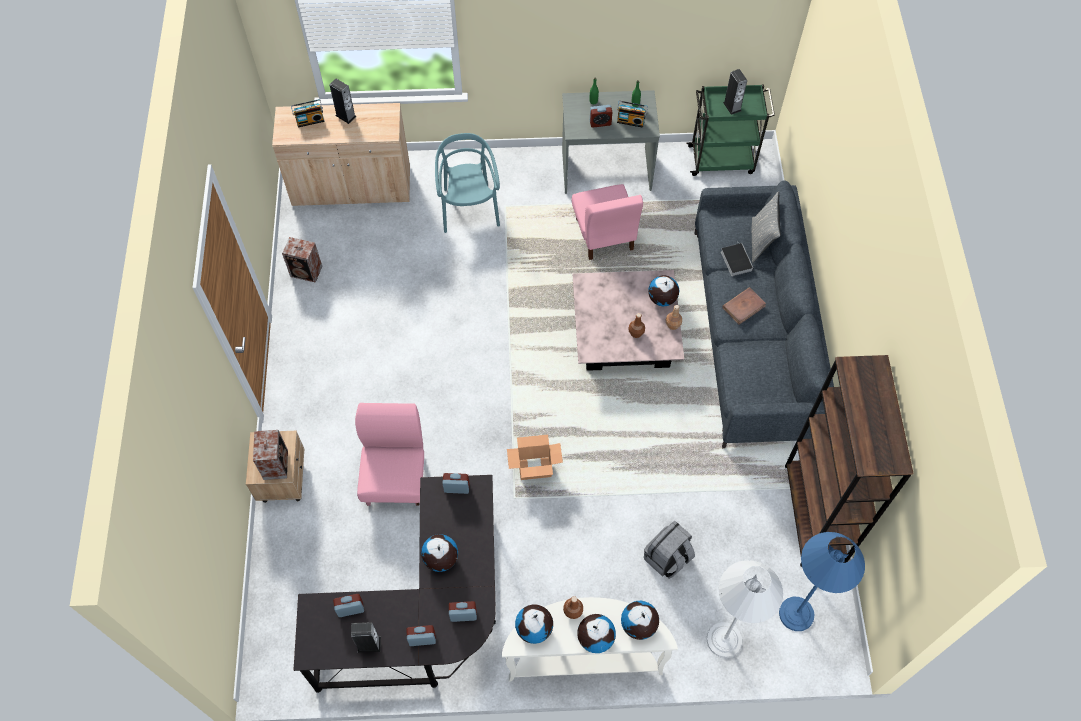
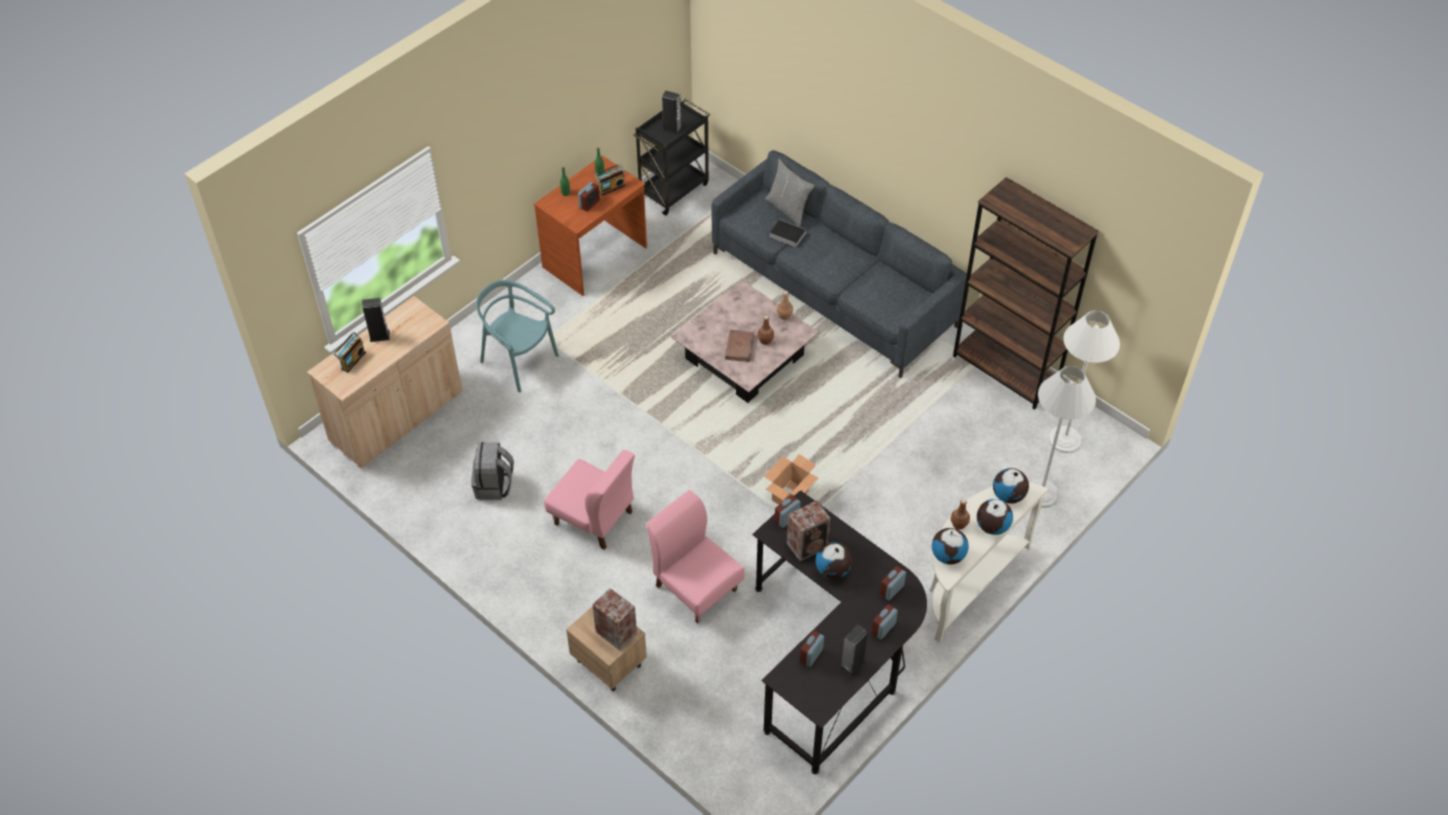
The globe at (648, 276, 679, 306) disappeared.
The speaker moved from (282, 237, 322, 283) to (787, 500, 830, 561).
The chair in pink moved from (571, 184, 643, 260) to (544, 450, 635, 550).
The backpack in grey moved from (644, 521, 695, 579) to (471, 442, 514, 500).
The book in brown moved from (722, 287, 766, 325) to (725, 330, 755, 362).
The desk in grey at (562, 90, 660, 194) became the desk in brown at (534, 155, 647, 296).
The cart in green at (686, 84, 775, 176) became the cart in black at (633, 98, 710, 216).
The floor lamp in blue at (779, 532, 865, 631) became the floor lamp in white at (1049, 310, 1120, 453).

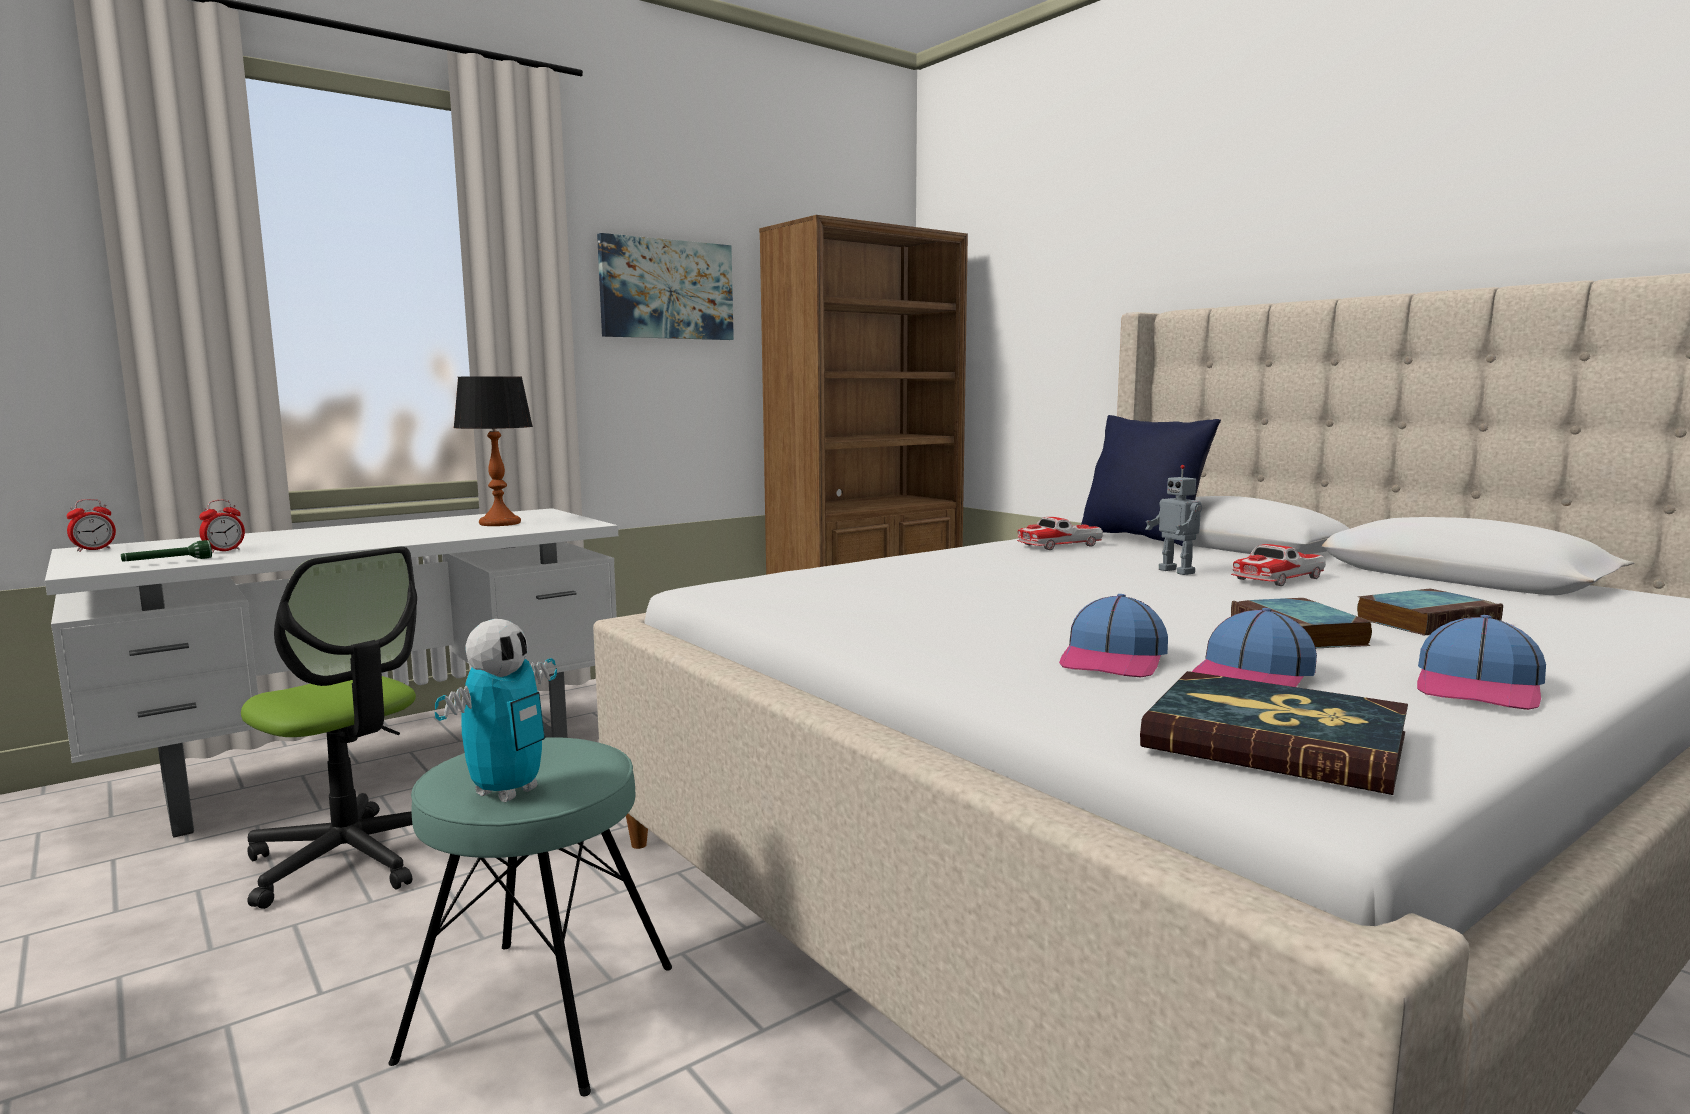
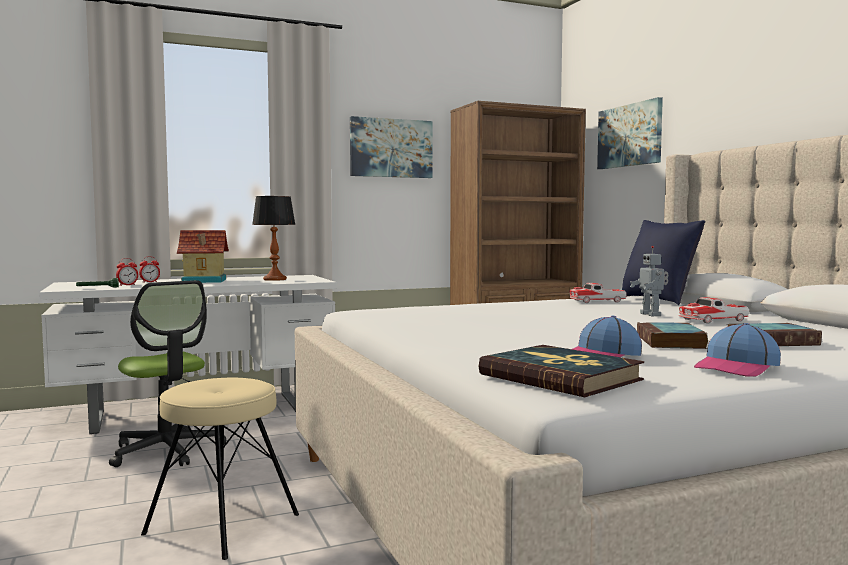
The toy robot at (435, 619, 557, 802) disappeared.
The cap at (1059, 594, 1168, 677) disappeared.
The toy house at (177, 230, 229, 283) appeared.
The picture at (597, 97, 663, 169) appeared.
The alarm clock moved from (66, 499, 116, 552) to (139, 256, 160, 283).
The stool in turquoise at (388, 737, 672, 1096) became the stool in beige at (141, 378, 299, 560).

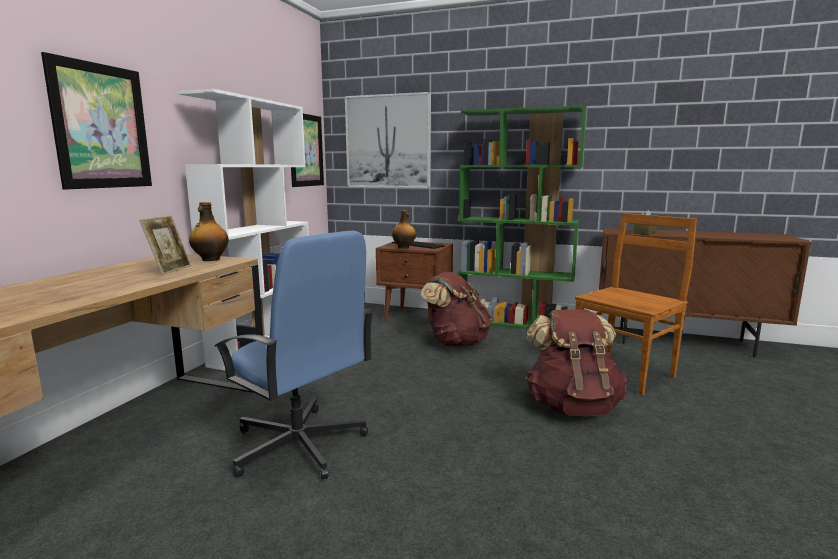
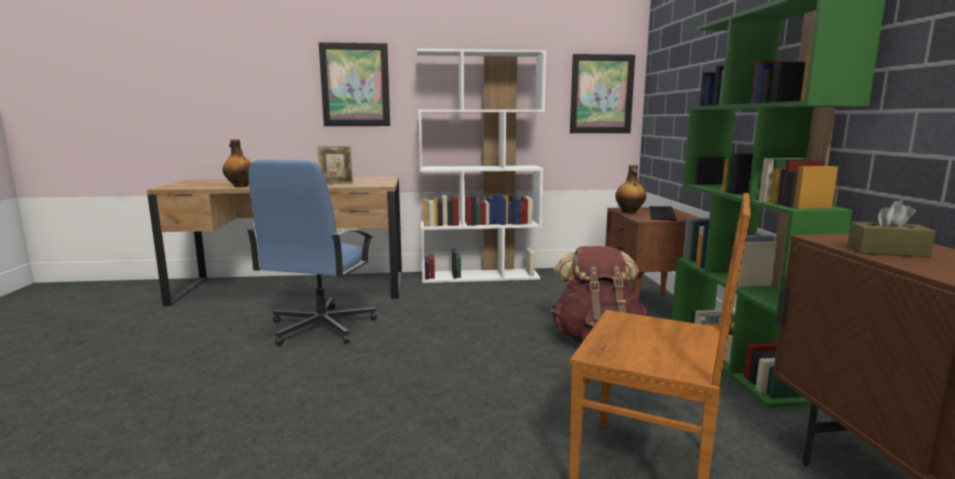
The picture at (345, 92, 431, 188) disappeared.
The backpack in brown at (525, 309, 627, 416) disappeared.
The bottle moved from (189, 202, 229, 261) to (223, 139, 252, 187).

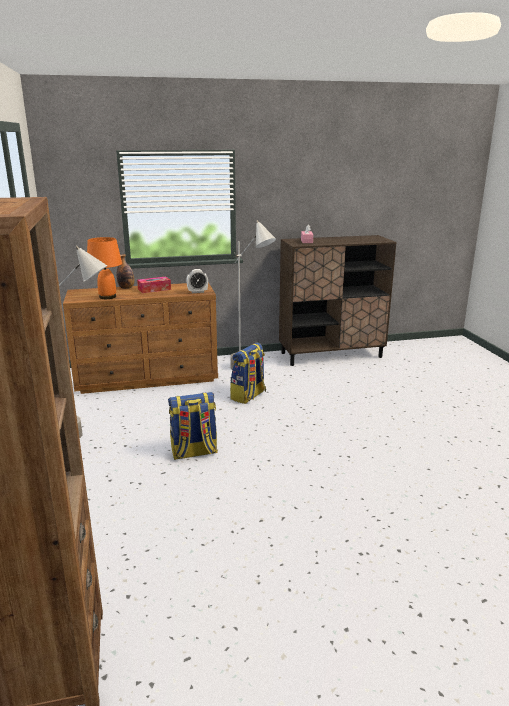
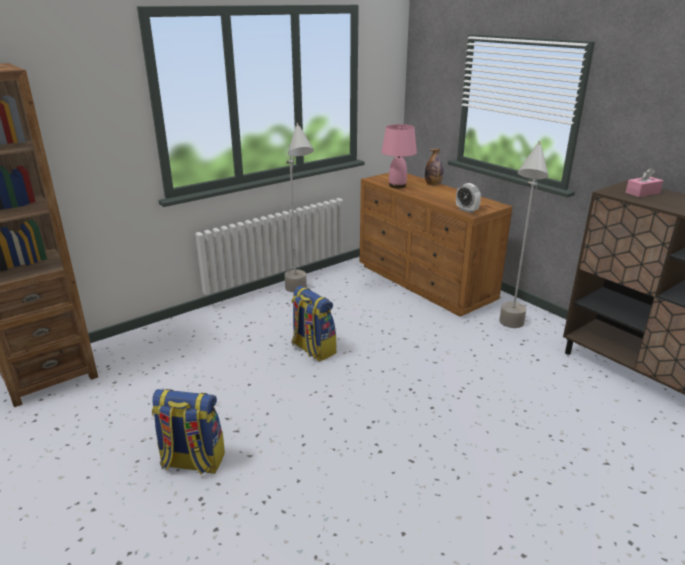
The tissue box at (137, 277, 171, 293) disappeared.
The backpack moved from (230, 342, 266, 404) to (152, 389, 225, 475).
The table lamp in orange at (87, 237, 122, 299) became the table lamp in pink at (381, 124, 417, 188).

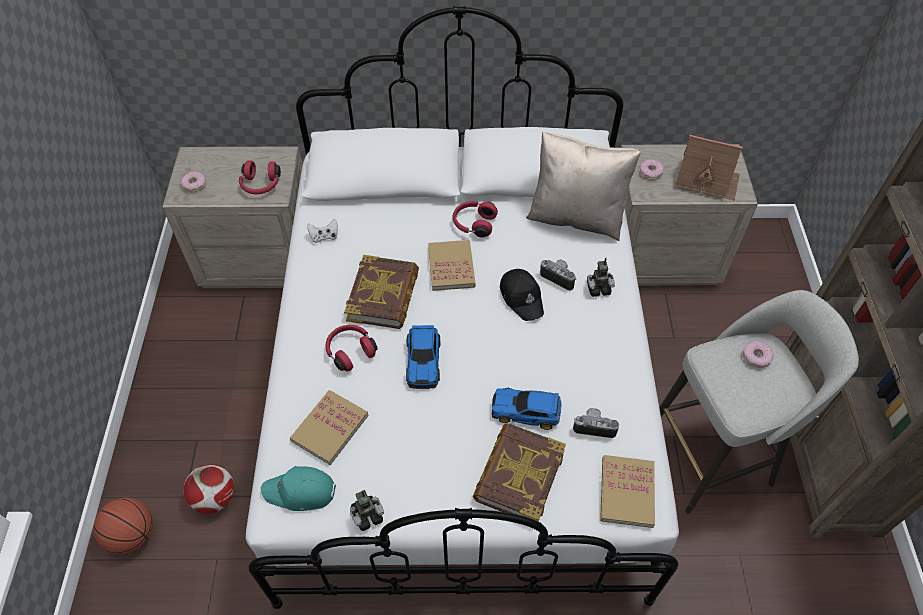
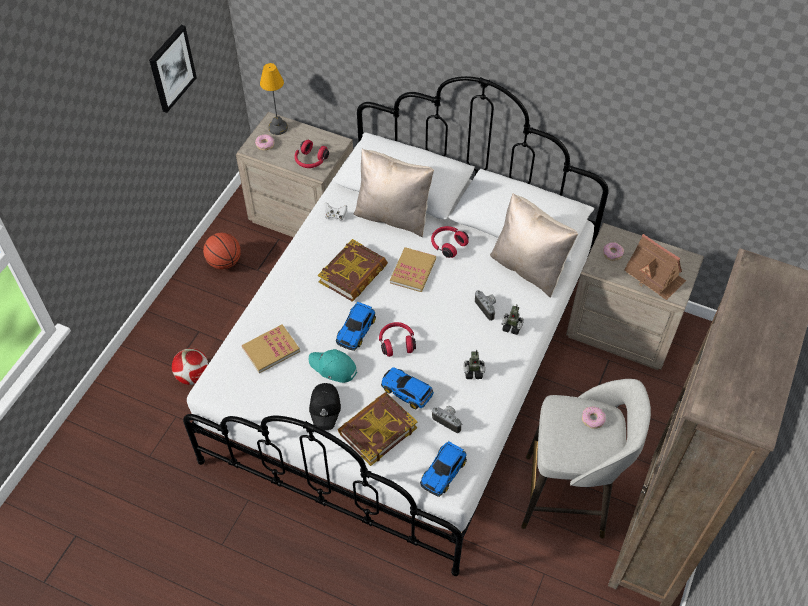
The picture at (149, 25, 197, 113) appeared.
The table lamp at (260, 63, 288, 135) appeared.
The pillow in beige at (354, 149, 434, 237) appeared.
The basketball moved from (93, 498, 153, 554) to (203, 233, 241, 269).
The cap in turquoise moved from (261, 466, 336, 511) to (308, 349, 357, 383).
The headphones in red moved from (325, 325, 378, 372) to (379, 322, 416, 357).
The toy robot moved from (350, 490, 384, 531) to (463, 350, 485, 379).
The cap in black moved from (500, 269, 544, 321) to (309, 383, 341, 430).
The book at (600, 455, 655, 528) was replaced by the toy car at (420, 441, 467, 497).

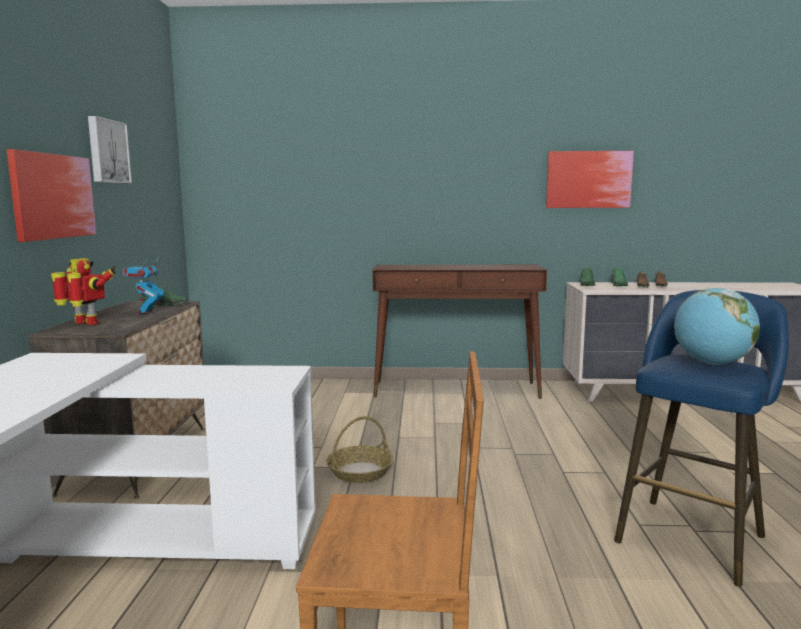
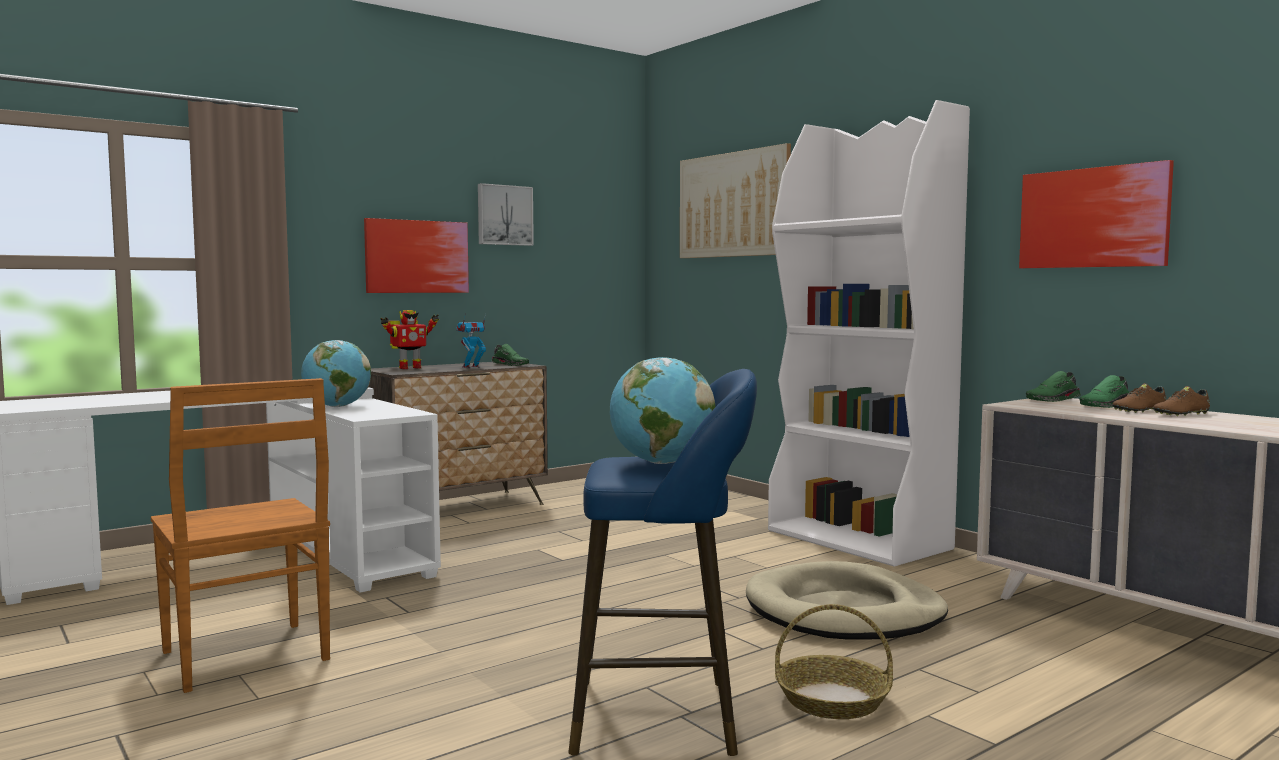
The globe at (301, 340, 371, 407) appeared.
The picture at (680, 143, 791, 258) appeared.
The dog bed in beige at (746, 561, 948, 640) appeared.
The basket moved from (326, 416, 393, 483) to (775, 604, 893, 719).
The console table in brown at (372, 265, 547, 399) was replaced by the bookcase in white at (768, 100, 970, 567).
The toy robot at (51, 258, 116, 325) turned 75 degrees clockwise.

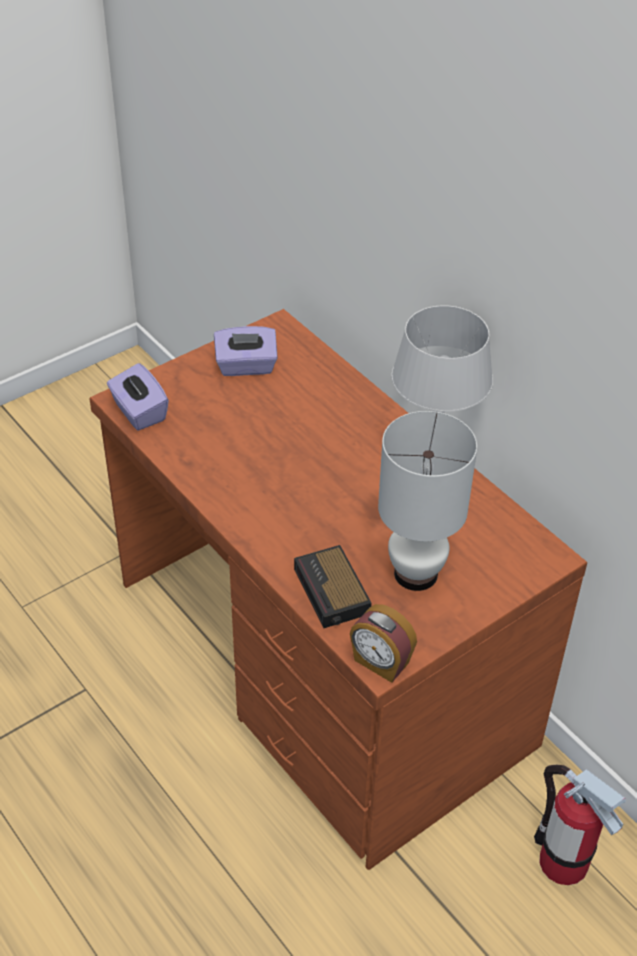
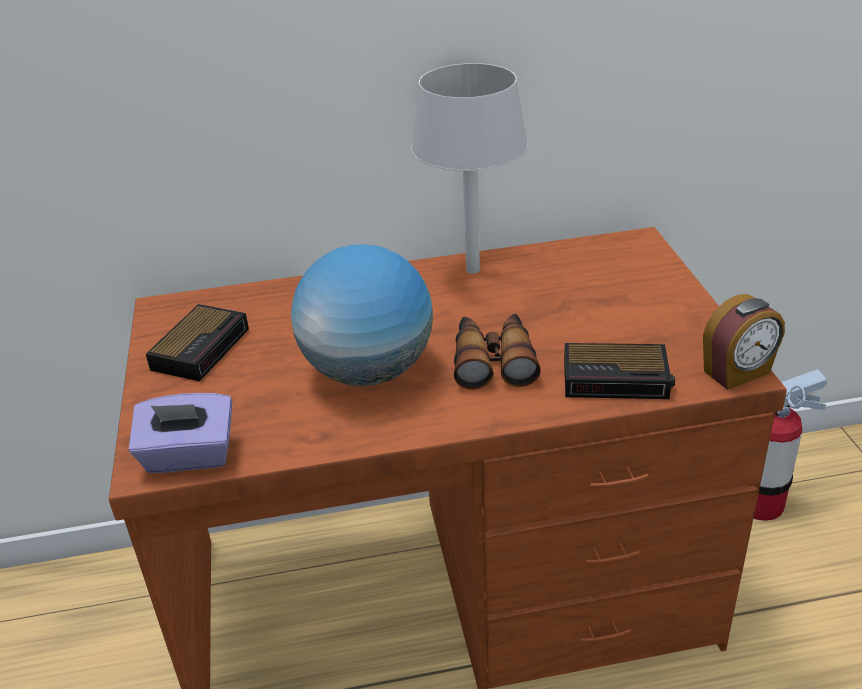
The table lamp in white at (378, 411, 477, 591) disappeared.
The globe at (291, 244, 433, 386) appeared.
The binoculars at (454, 314, 541, 390) appeared.
The tissue box in purple at (214, 326, 278, 376) was replaced by the alarm clock at (146, 304, 249, 381).

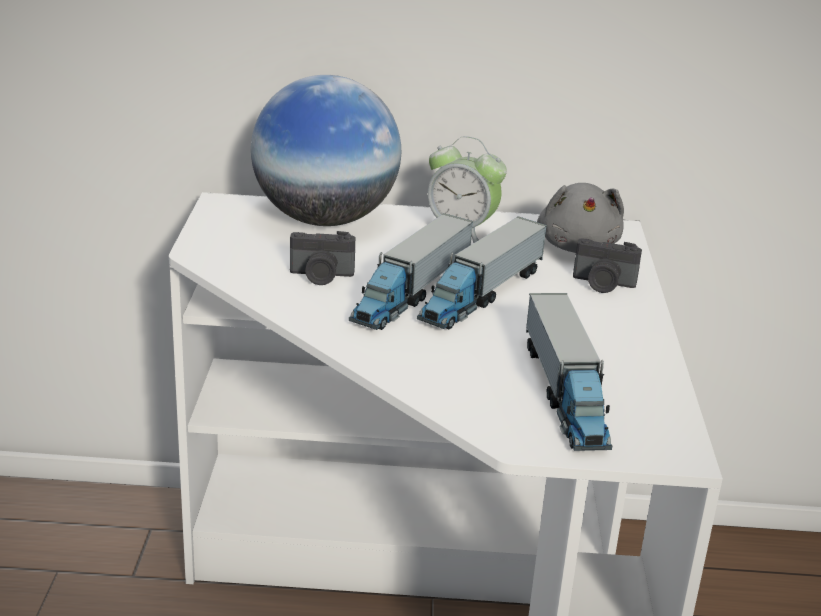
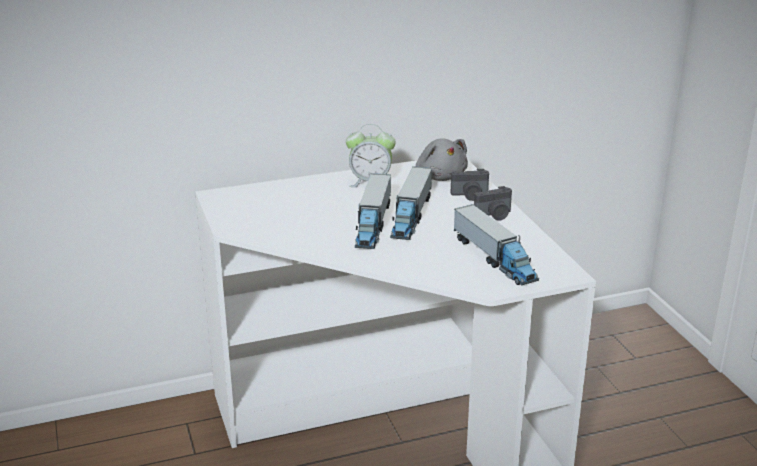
The globe at (251, 75, 401, 226) disappeared.
The photo camera moved from (290, 231, 355, 285) to (474, 186, 512, 221).

